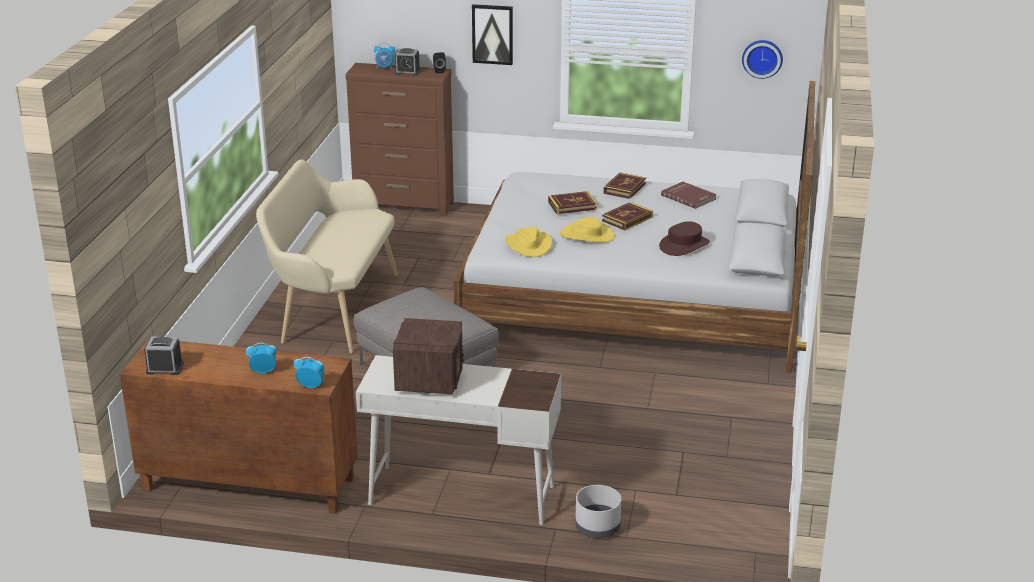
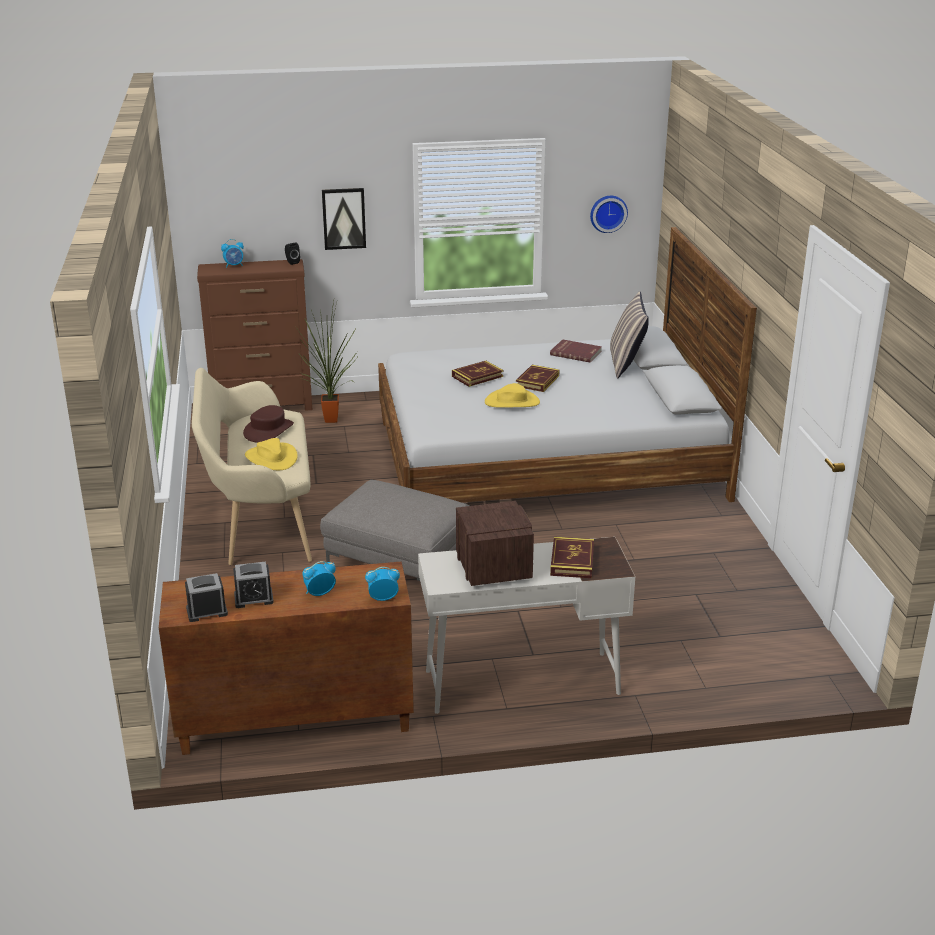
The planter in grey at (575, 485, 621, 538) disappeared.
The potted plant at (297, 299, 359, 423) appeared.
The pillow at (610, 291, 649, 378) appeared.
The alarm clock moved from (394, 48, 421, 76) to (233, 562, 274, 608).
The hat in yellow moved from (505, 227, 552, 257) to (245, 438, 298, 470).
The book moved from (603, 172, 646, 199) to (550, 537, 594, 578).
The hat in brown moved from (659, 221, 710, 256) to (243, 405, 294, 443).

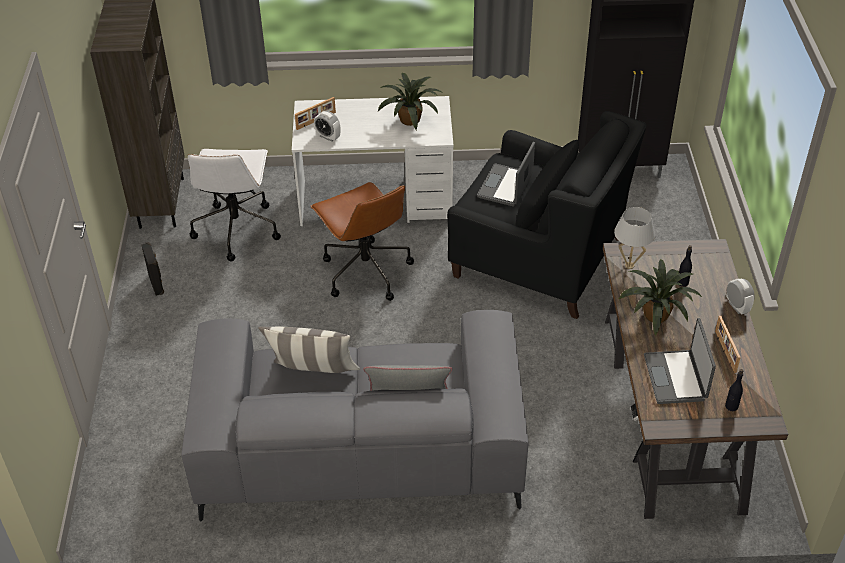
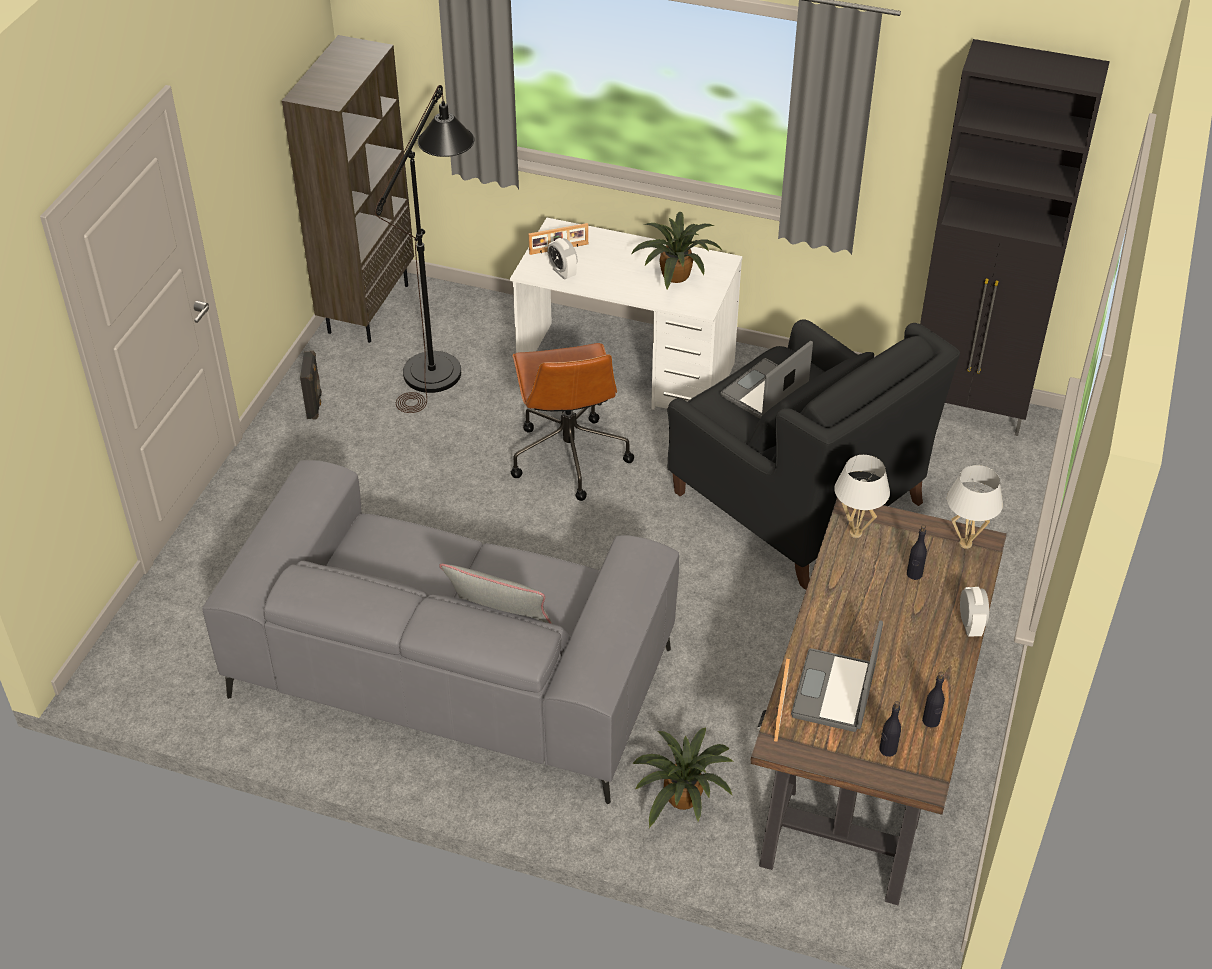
The pillow at (258, 326, 360, 373) disappeared.
The bottle in black at (922, 672, 945, 728) appeared.
The table lamp in white at (947, 465, 1003, 549) appeared.
The potted plant moved from (619, 259, 702, 336) to (632, 727, 734, 828).
The picture frame moved from (715, 316, 741, 373) to (773, 659, 790, 742).
The office chair in white at (188, 149, 281, 261) was replaced by the floor lamp in black at (375, 85, 474, 413).

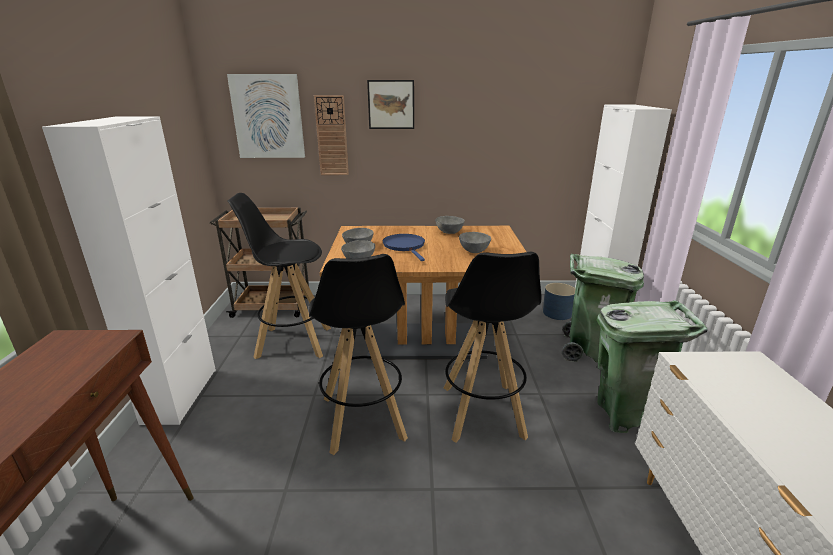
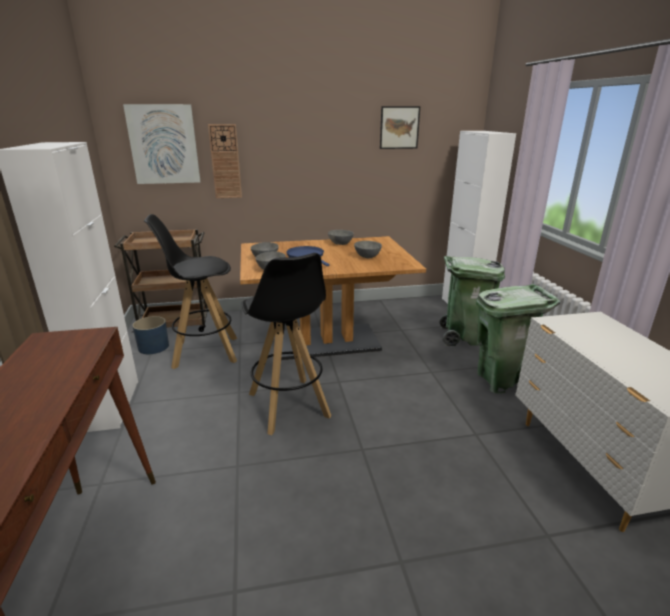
The stool in black at (444, 252, 541, 443) disappeared.
The picture moved from (367, 80, 414, 129) to (380, 106, 420, 149).
The planter in blue moved from (543, 283, 576, 320) to (132, 316, 169, 354).

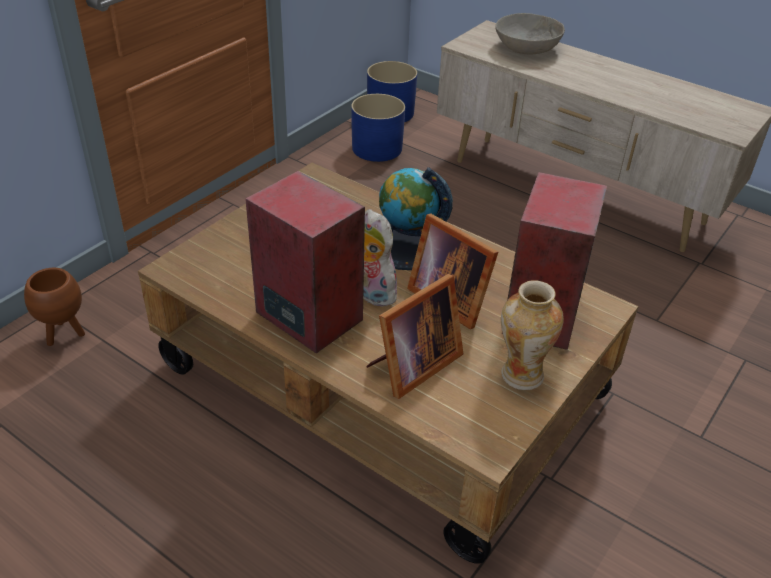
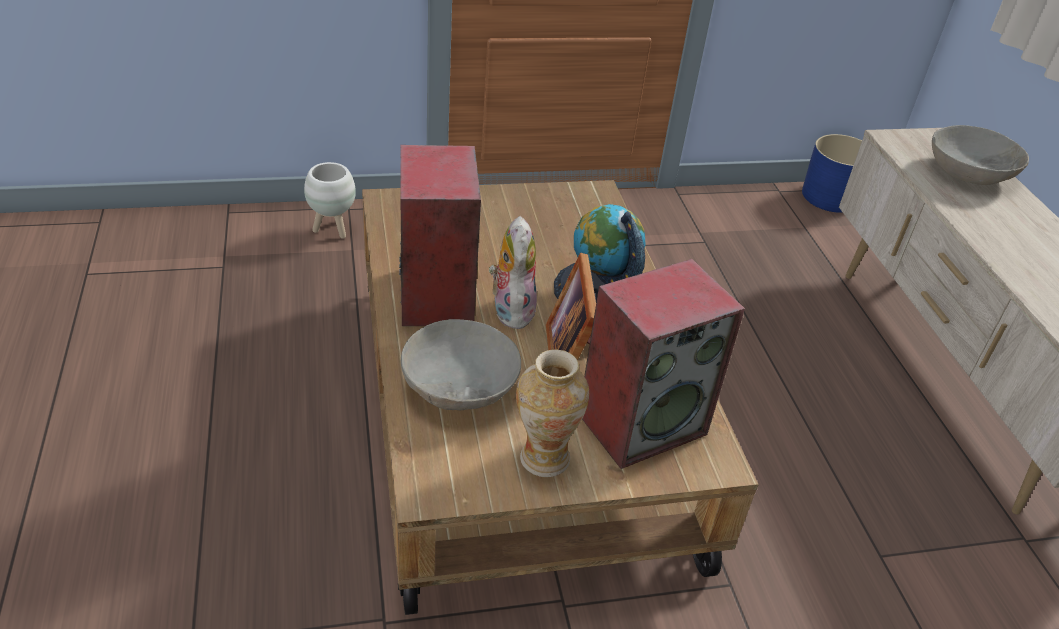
The planter in blue at (351, 94, 405, 162) disappeared.
The picture frame at (366, 274, 463, 399) was replaced by the bowl in grey at (401, 319, 521, 410).
The planter in brown at (24, 268, 85, 346) became the planter in white at (304, 162, 356, 239).

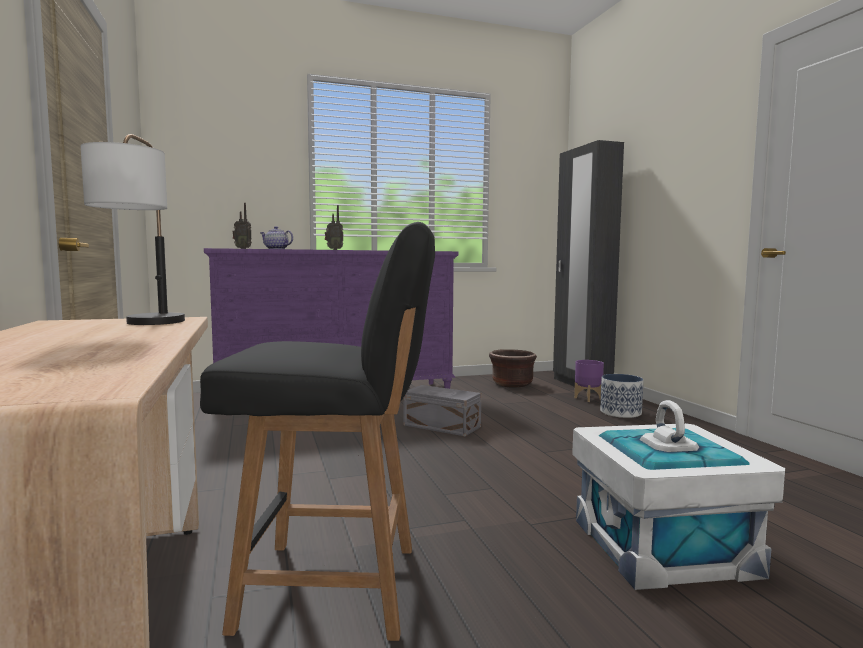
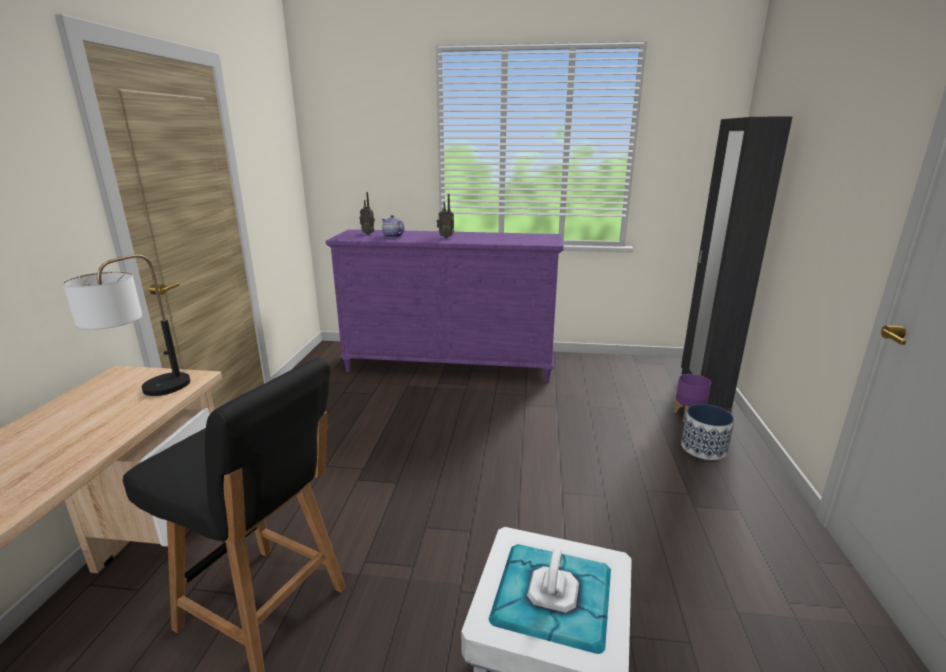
The storage box in grey at (404, 385, 481, 436) disappeared.
The planter in brown at (489, 349, 537, 388) disappeared.

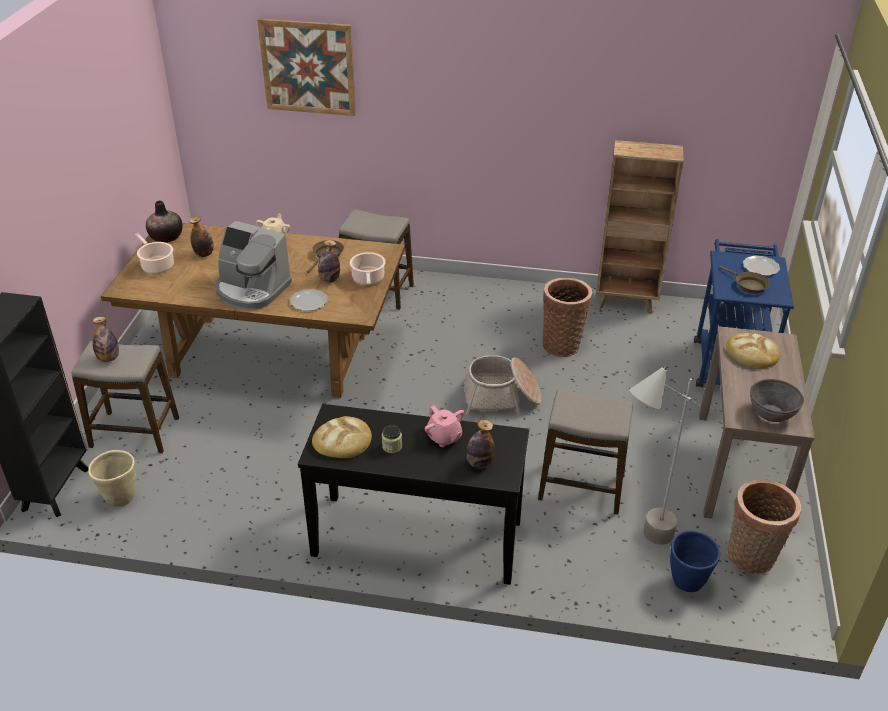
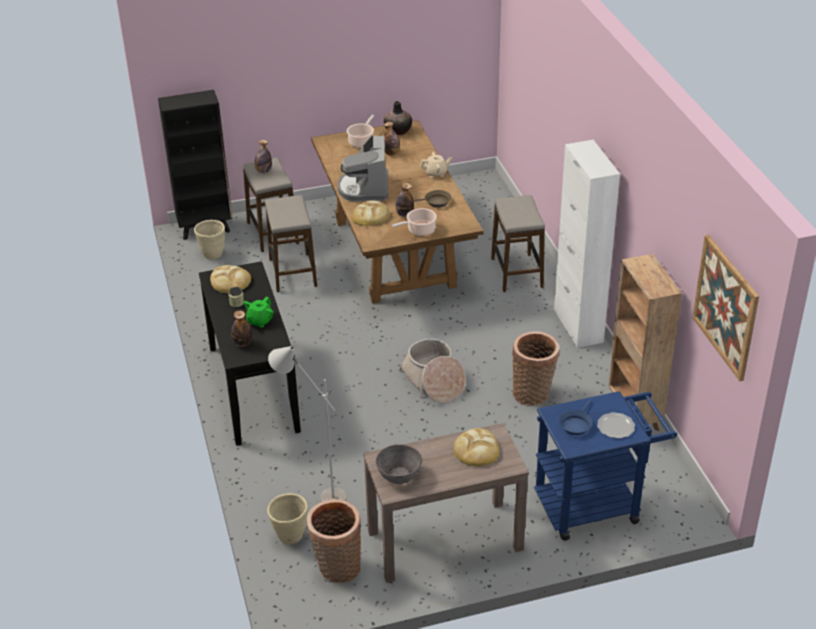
The cabinet in white at (554, 140, 620, 348) appeared.
The picture moved from (257, 18, 356, 116) to (692, 235, 759, 381).
The stool moved from (538, 390, 633, 514) to (265, 195, 317, 292).
The plate at (290, 289, 328, 311) was replaced by the bread at (352, 200, 390, 226).
The teapot in pink at (425, 405, 464, 447) became the teapot in green at (244, 297, 274, 328).
The planter in blue at (670, 531, 720, 592) became the planter in beige at (267, 493, 307, 544).
The frying pan in brown at (719, 266, 770, 294) became the frying pan in blue at (559, 399, 593, 435).

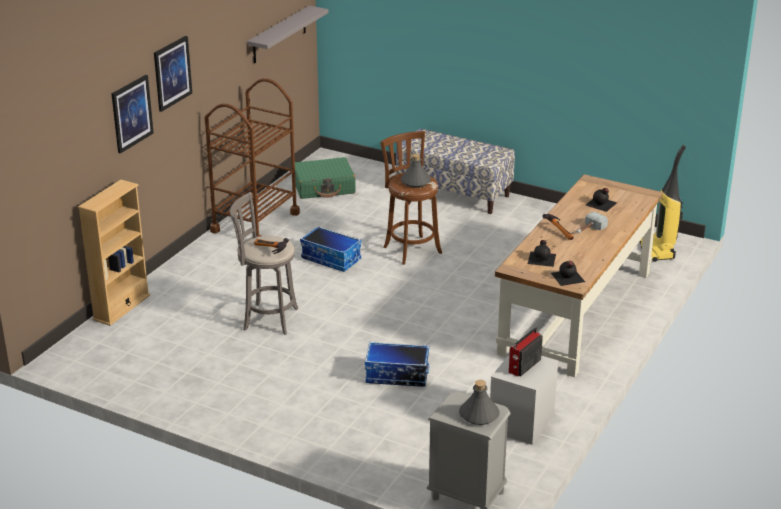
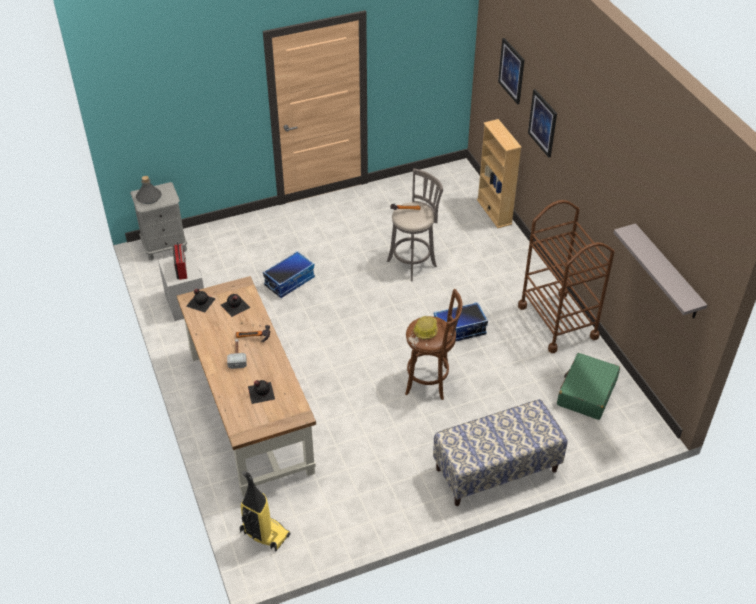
The picture moved from (154, 36, 192, 112) to (498, 38, 525, 104).
The bottle in grey at (401, 154, 431, 188) was replaced by the hard hat at (413, 316, 438, 340).

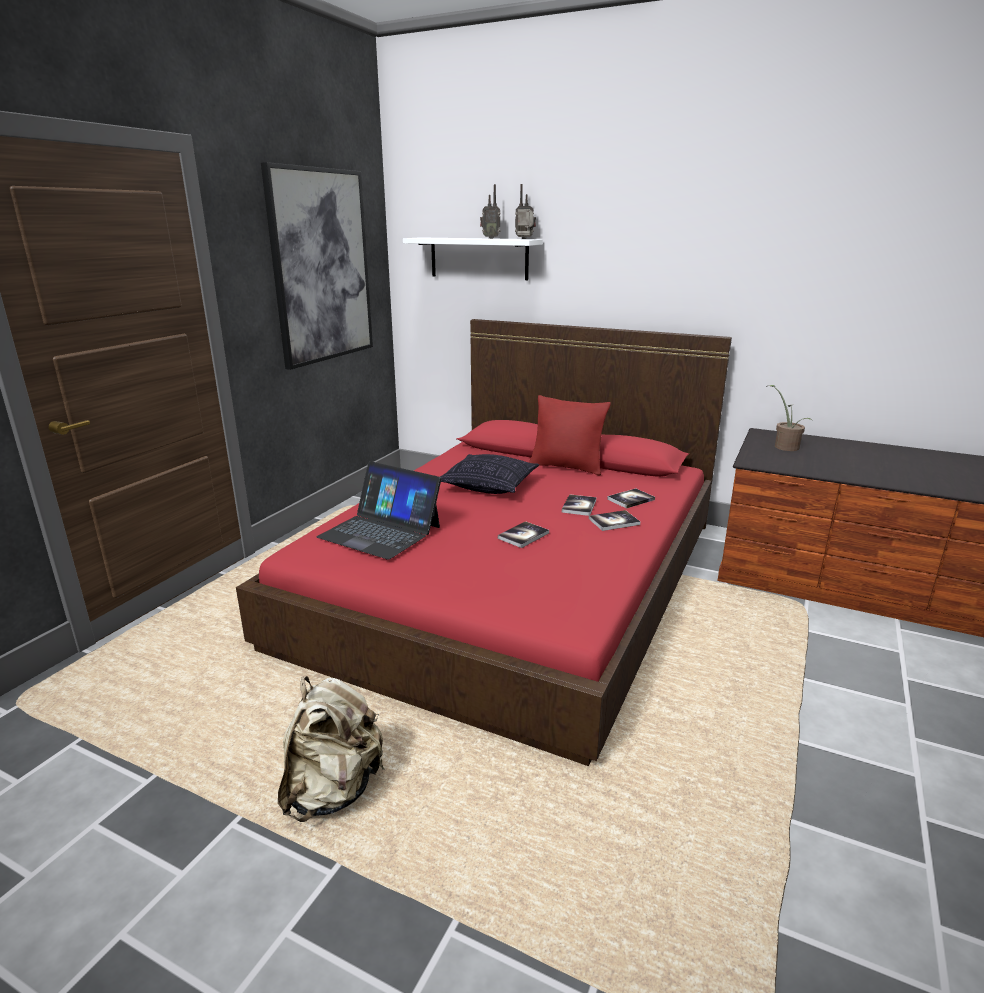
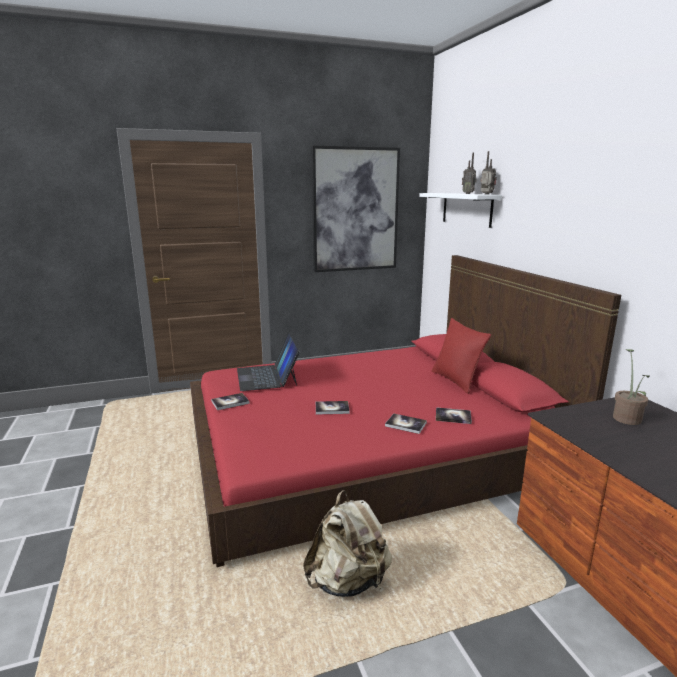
The pillow at (440, 454, 539, 494) disappeared.
The backpack in beige moved from (278, 676, 384, 822) to (303, 490, 392, 597).
The book moved from (562, 494, 596, 516) to (211, 393, 249, 410).

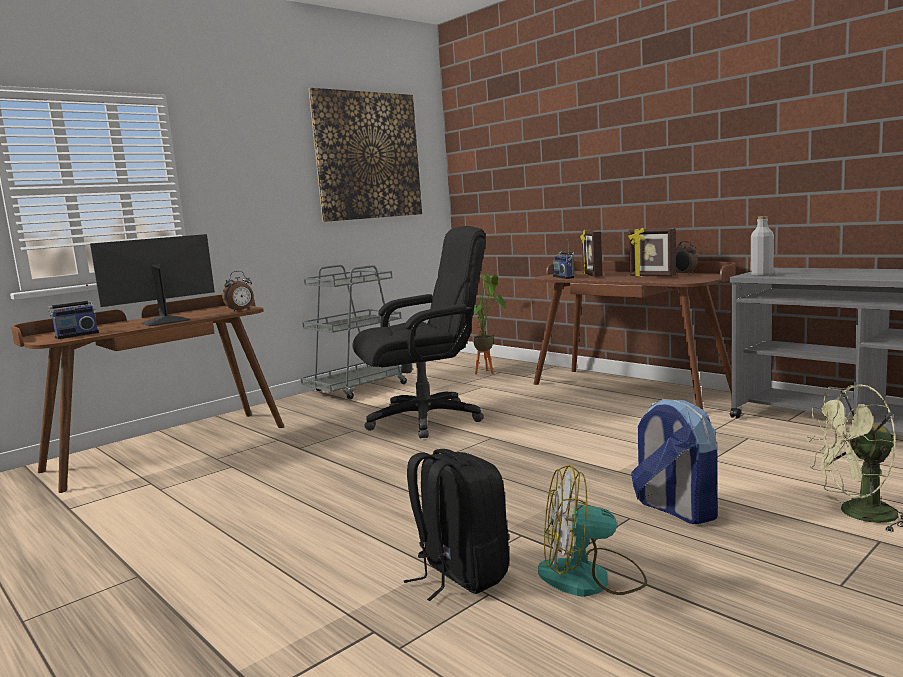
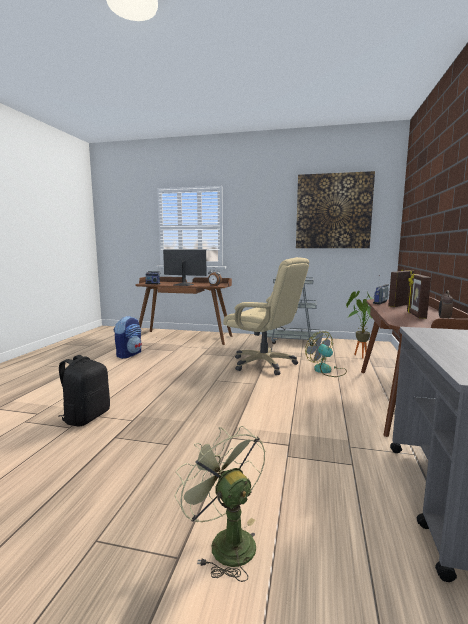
The bottle in grey at (751, 216, 774, 276) disappeared.
The fan moved from (538, 465, 647, 597) to (305, 331, 347, 377).
The backpack moved from (631, 399, 718, 524) to (114, 316, 142, 359).
The office chair in black at (352, 226, 486, 439) became the office chair in beige at (223, 257, 309, 375).

